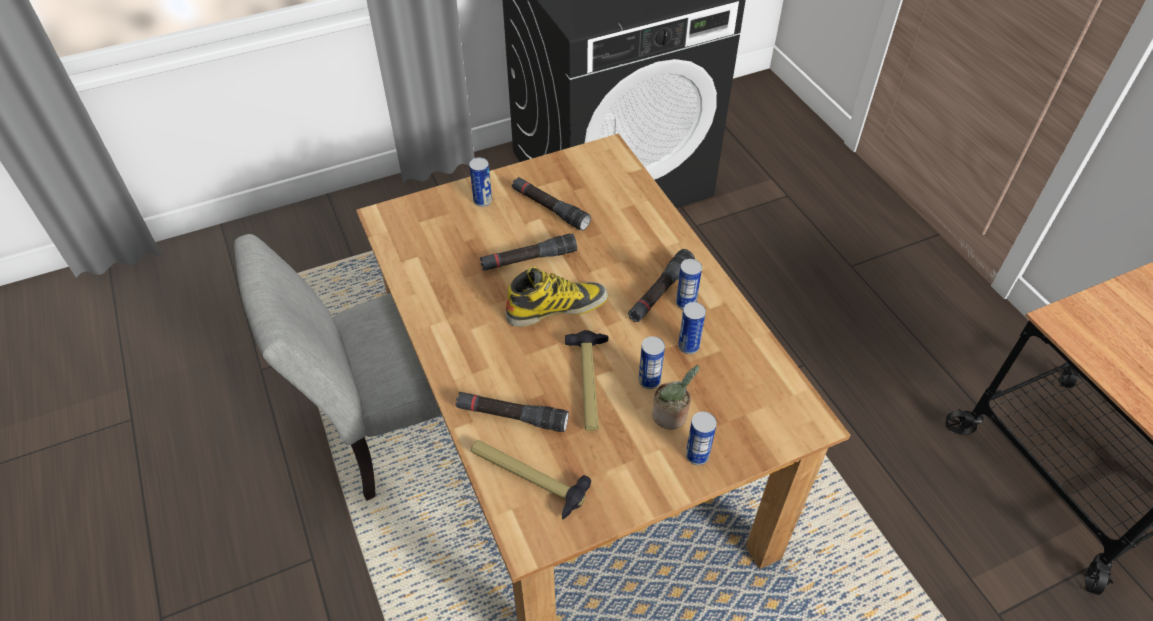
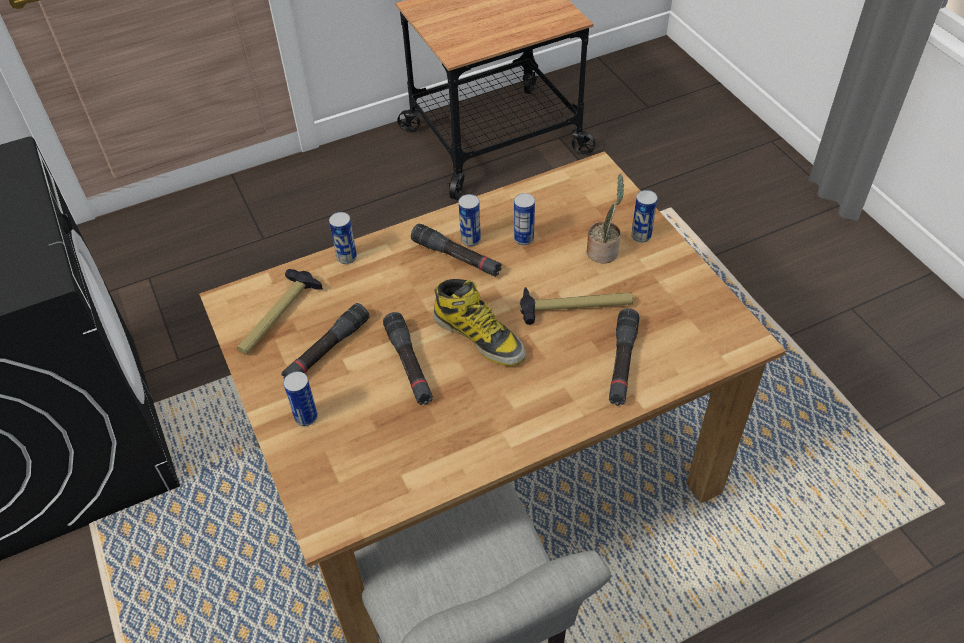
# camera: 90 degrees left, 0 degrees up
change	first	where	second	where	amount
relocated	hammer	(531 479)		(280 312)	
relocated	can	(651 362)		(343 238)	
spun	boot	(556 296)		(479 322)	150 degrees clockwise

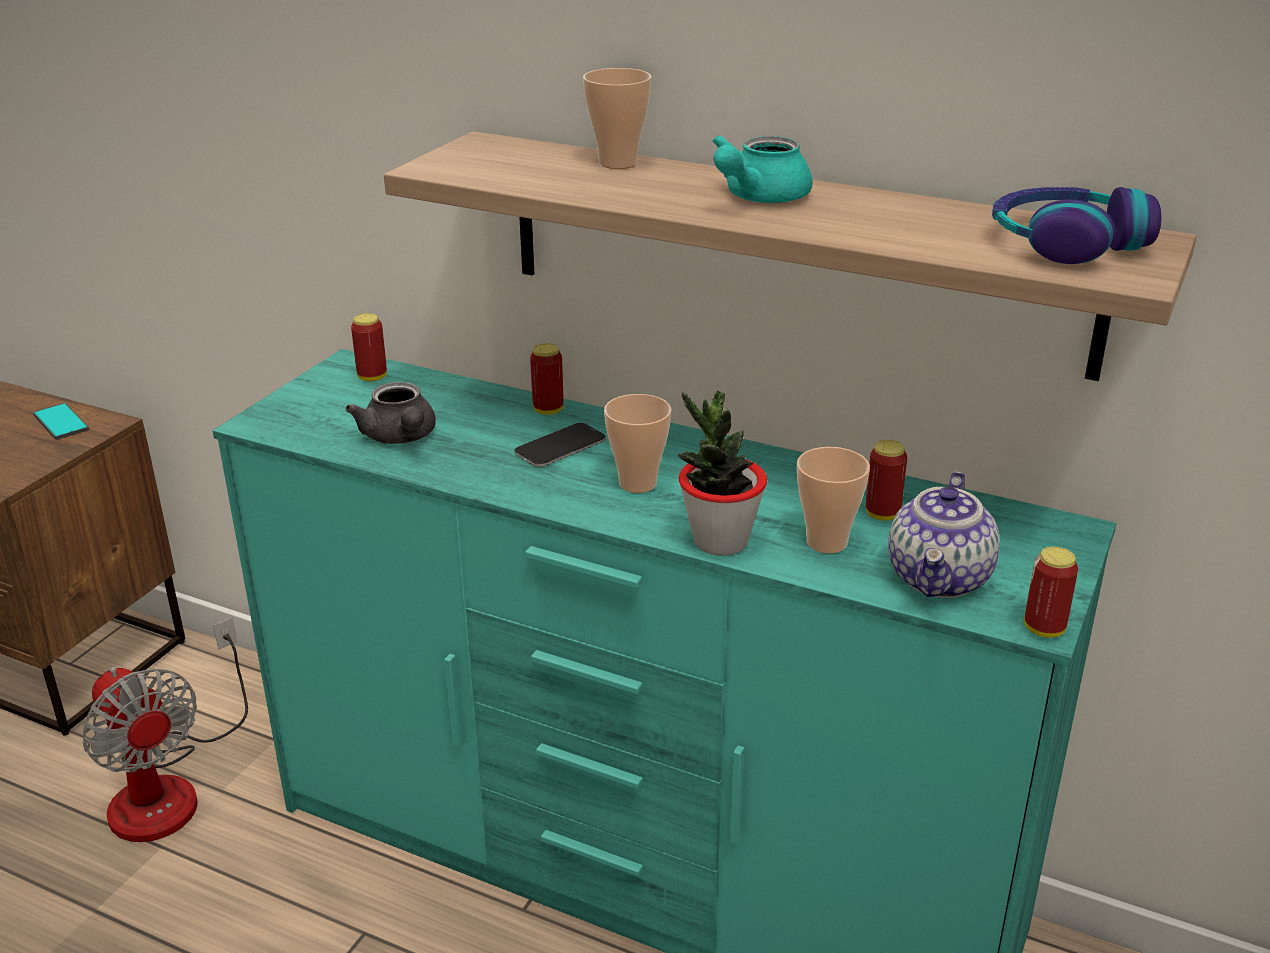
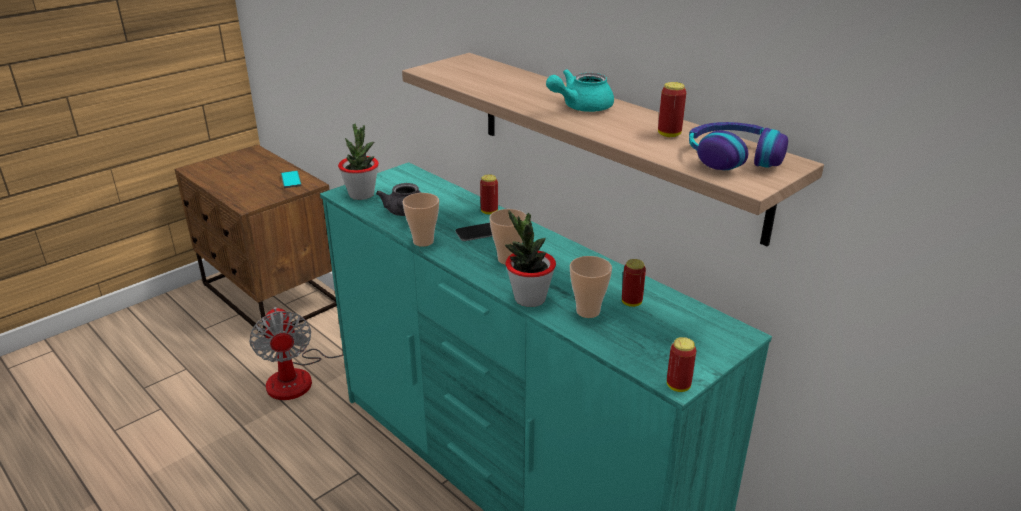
# camera: 20 degrees right, 0 degrees up
change	first	where	second	where	amount
missing	teapot	(944 534)			
appeared			potted plant	(358 162)	
relocated	can	(369 347)		(672 109)	
relocated	cup	(617 118)		(421 220)	

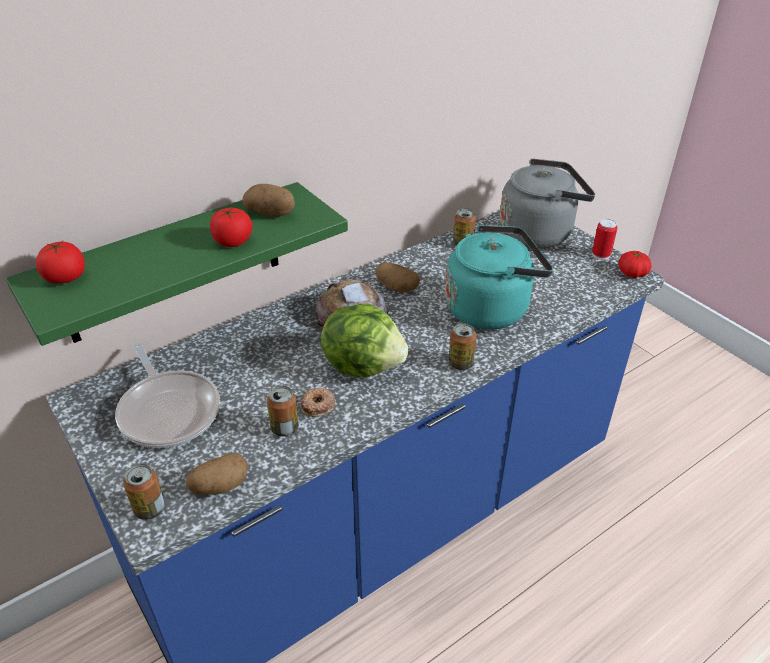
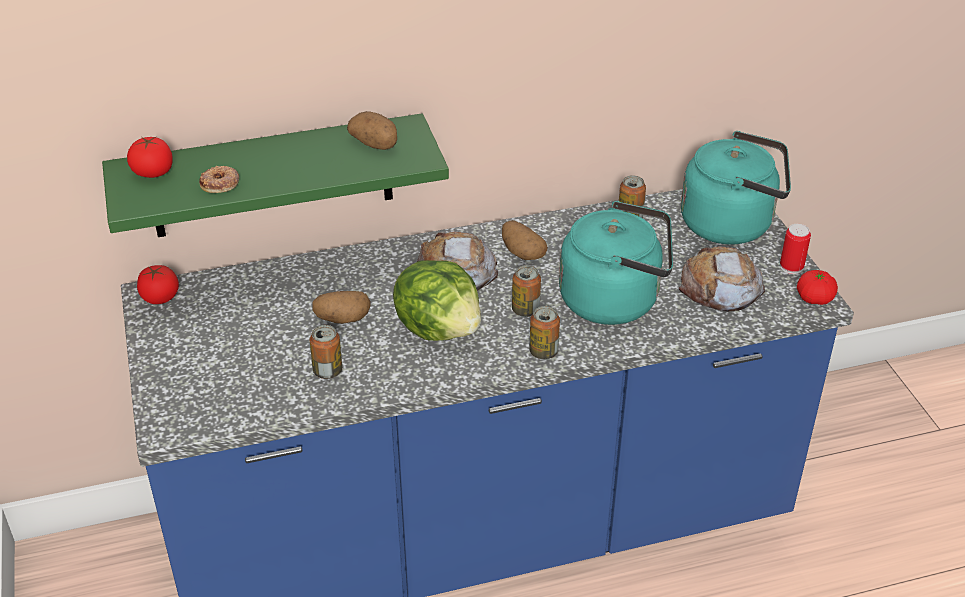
# camera: 20 degrees right, 0 degrees up
change	first	where	second	where	amount
missing	frying pan	(167 395)			
appeared			bread	(722 279)	
relocated	can	(144 492)		(526 291)	
relocated	potato	(217 474)		(341 307)	
relocated	tomato	(231 227)		(158 284)	
relocated	donut	(317 402)		(219 179)	
colour	grey kettle	(547 203)	turquoise kettle	(736 188)	

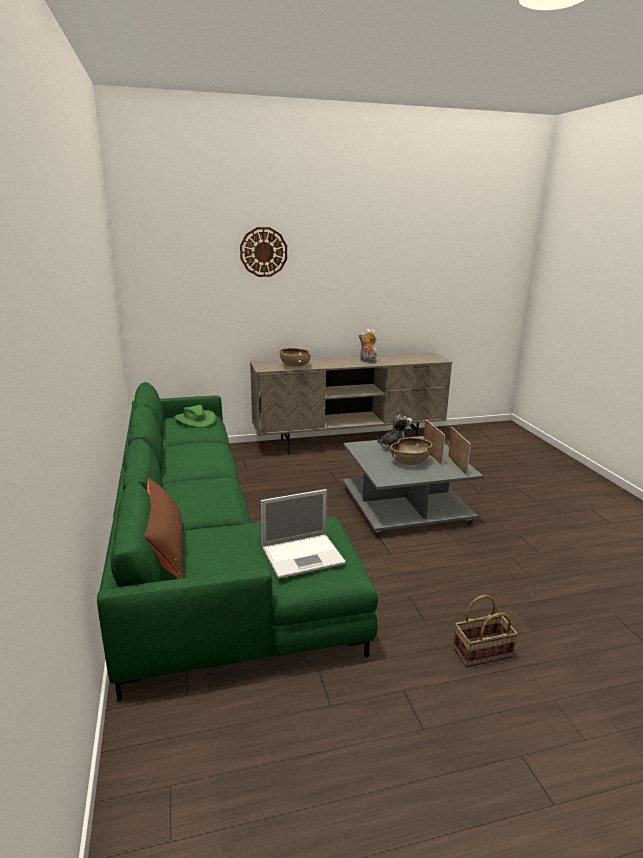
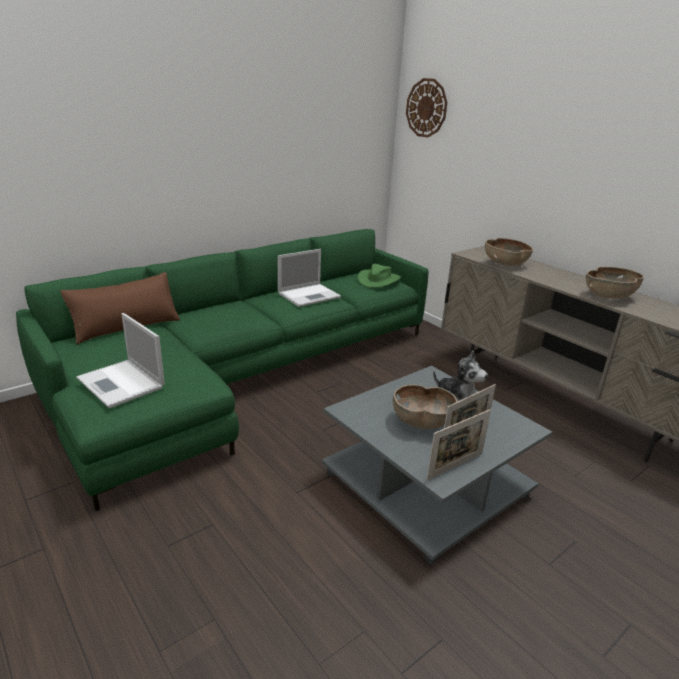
# camera: 65 degrees right, 5 degrees up
change	first	where	second	where	amount
missing	basket	(485 631)			
appeared			laptop	(309 278)	
relocated	wall clock	(263 252)		(426 108)	
exchanged	plush toy	(368 346)	brown bowl	(615 283)	

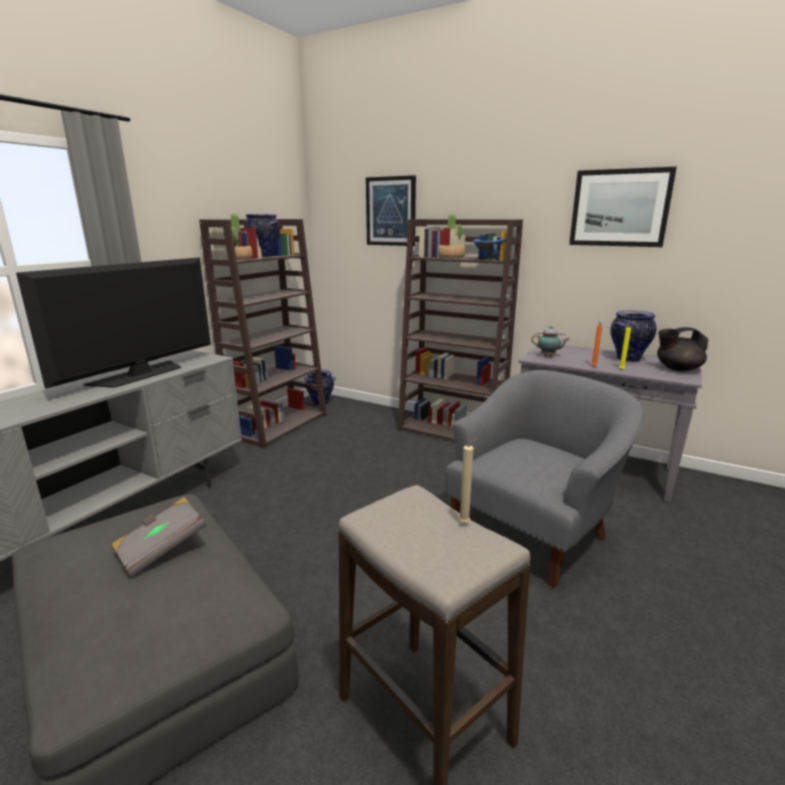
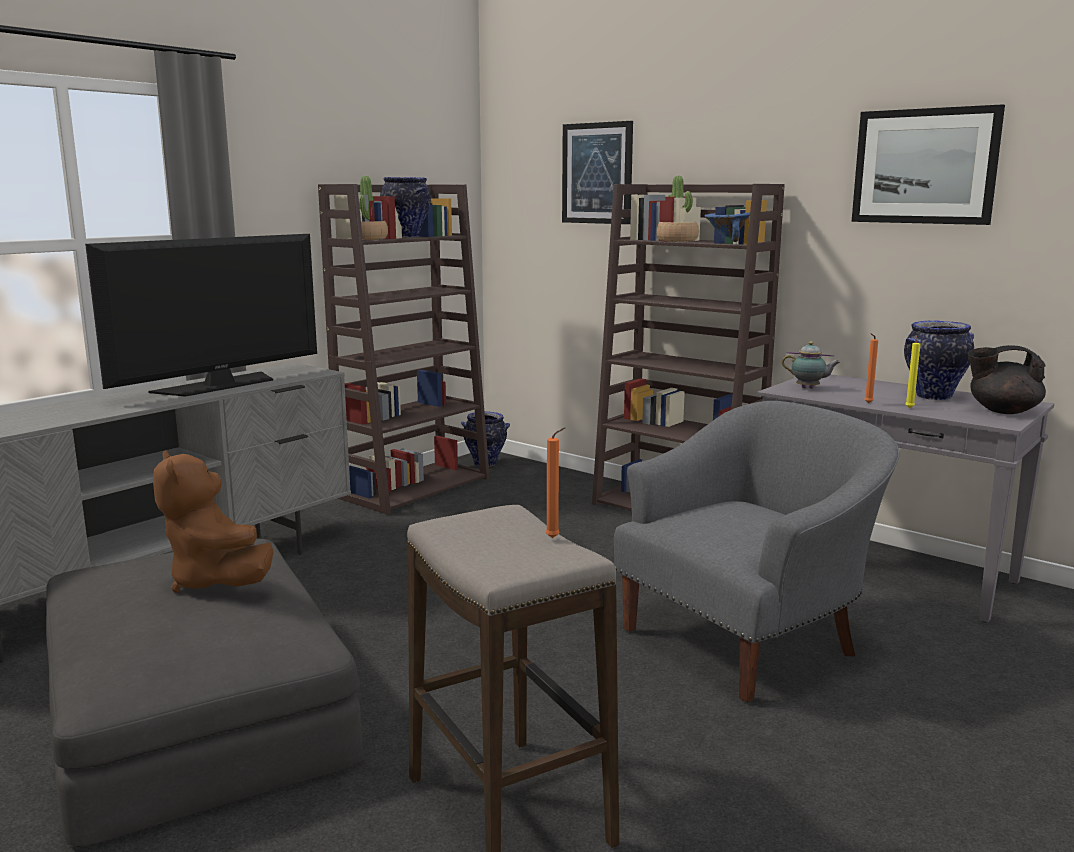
# camera: 10 degrees right, 5 degrees down
change	first	where	second	where	amount
exchanged	grey book	(159 537)	brown plush toy	(213 521)	
colour	beige candle	(469 480)	orange candle	(555 483)	

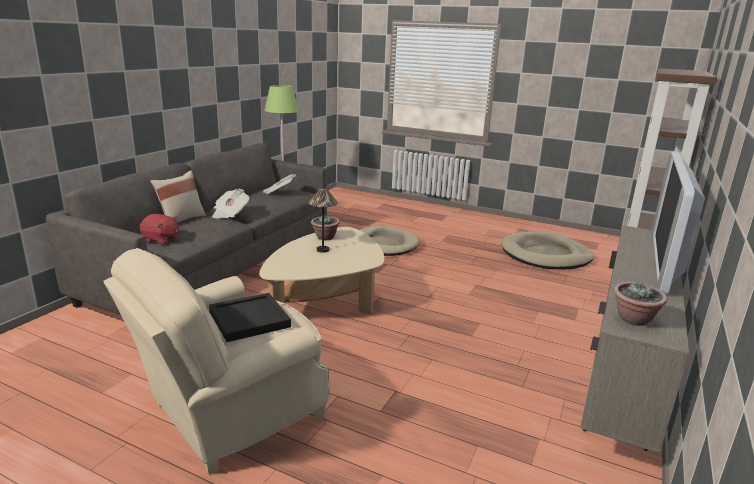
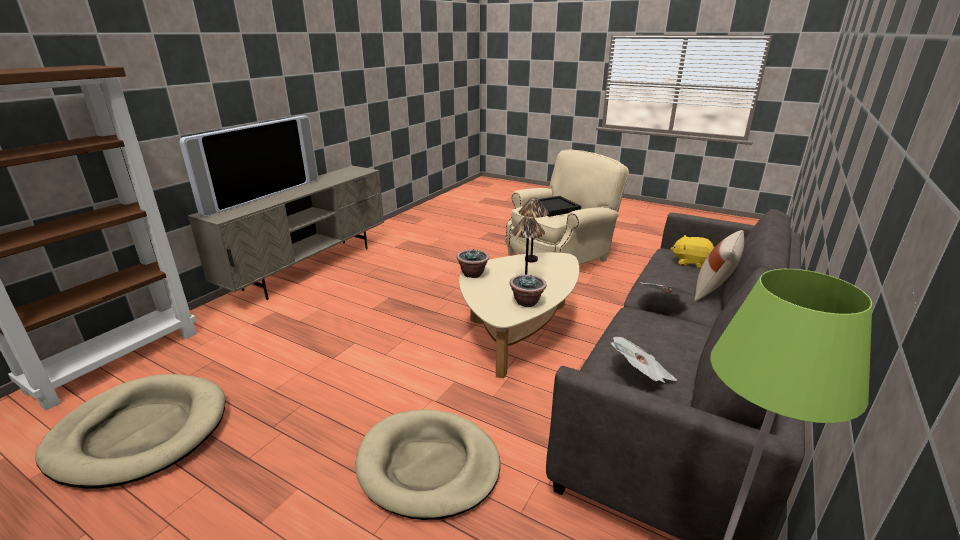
# camera: 175 degrees left, 5 degrees up
change	first	where	second	where	amount
appeared			table lamp	(534 230)	
relocated	potted plant	(640 304)		(472 263)	
colour	red plush toy	(159 229)	yellow plush toy	(692 252)	

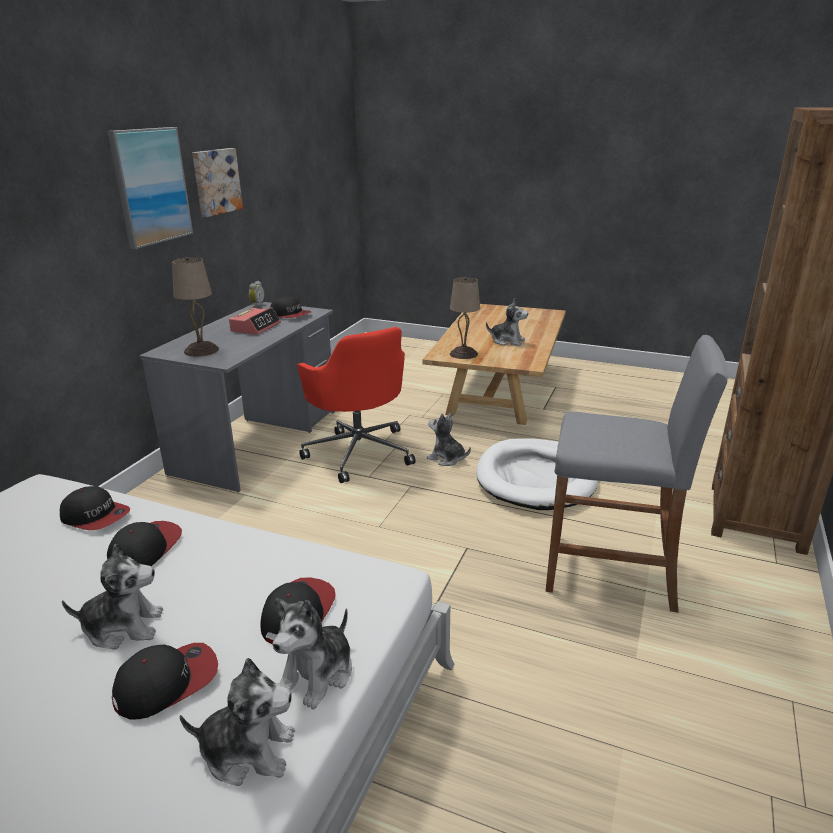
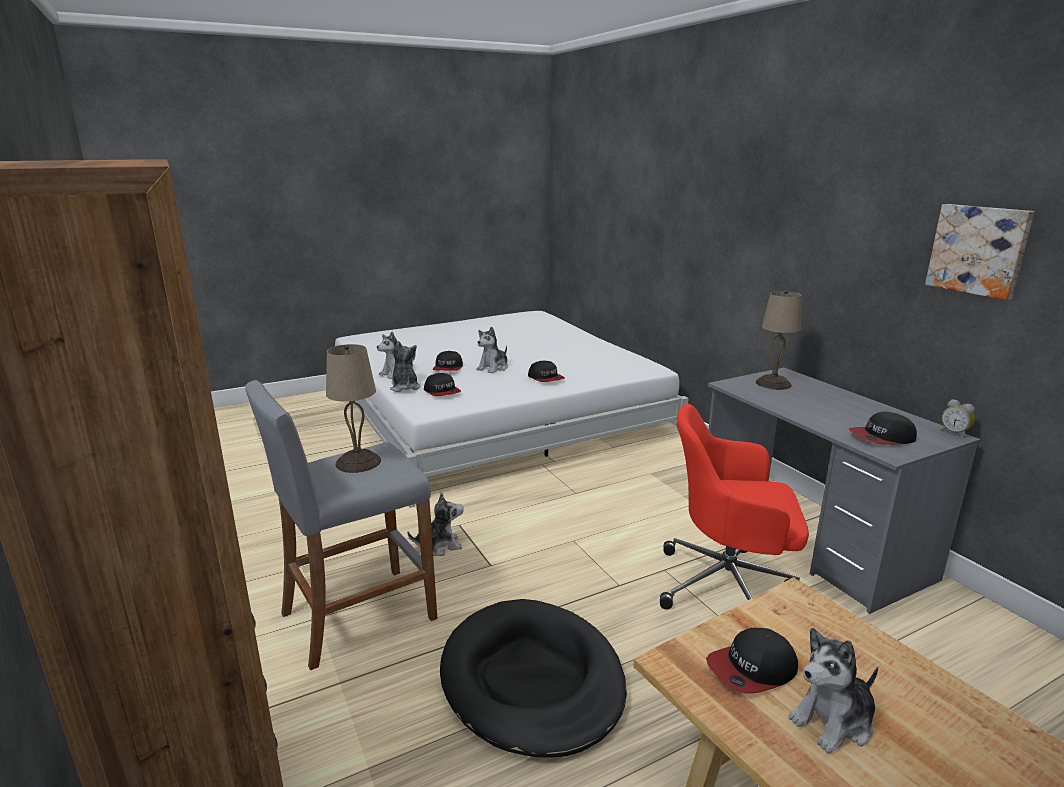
# camera: 130 degrees right, 5 degrees down
change	first	where	second	where	amount
missing	picture	(150 188)			
missing	alarm clock	(255 321)			
relocated	cap	(95 508)		(752 661)	
relocated	plush toy	(449 439)		(435 524)	
relocated	beige table lamp	(465 318)		(353 408)	
colour	white dog bed	(537 474)	black dog bed	(533 678)	

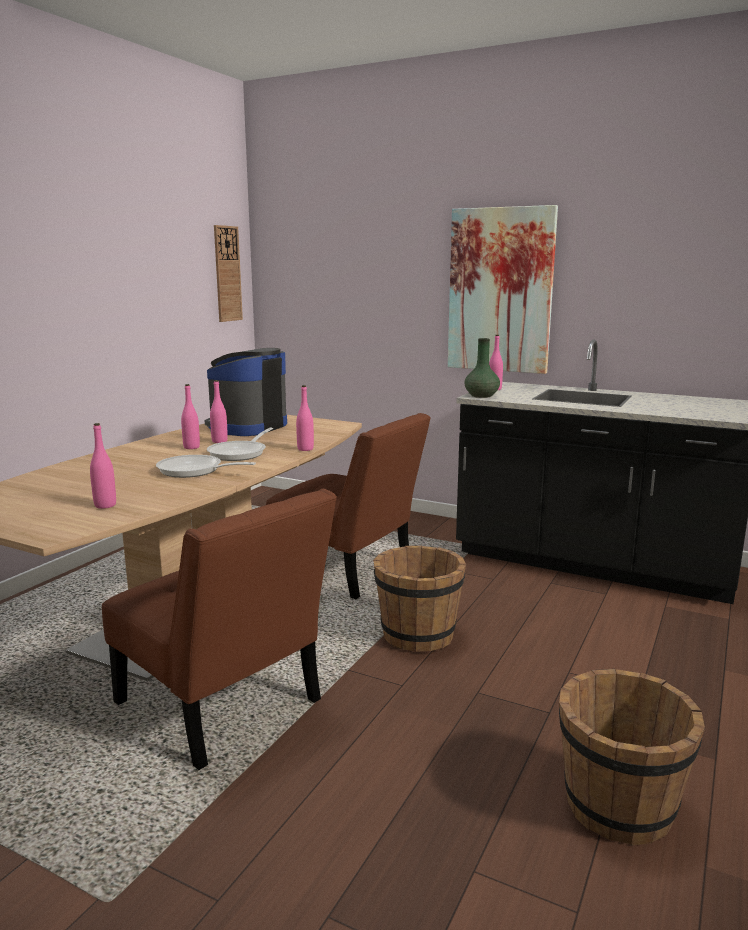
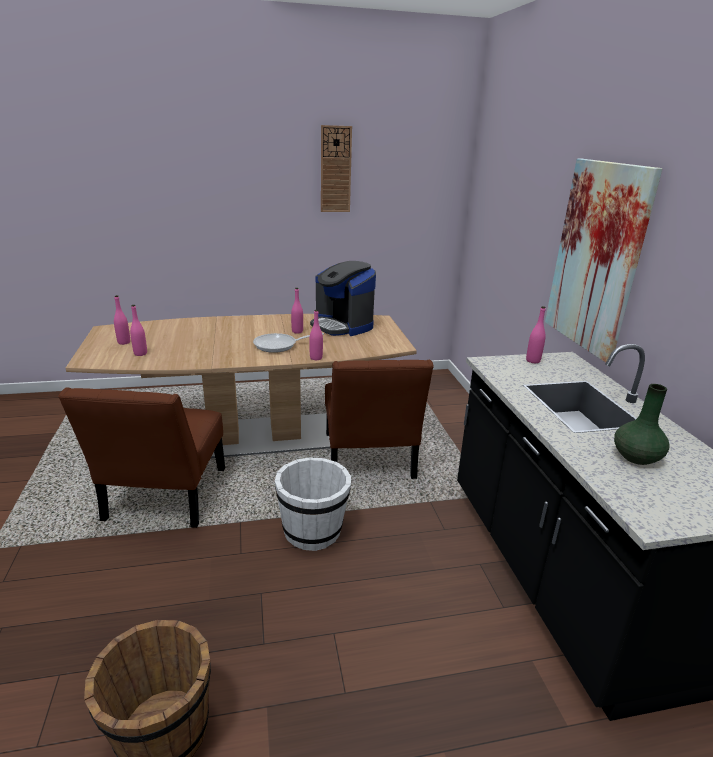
# camera: 50 degrees right, 10 degrees up
change	first	where	second	where	amount
missing	frying pan	(206 466)			
relocated	pink bottle	(190 416)		(122 320)	
relocated	wall clock	(228 273)		(336 168)	
relocated	green vase	(482 368)		(642 424)	
colour	brown bucket	(419 599)	white bucket	(313 504)	
spun	coffee machine	(246 392)		(343 298)	120 degrees counterclockwise

